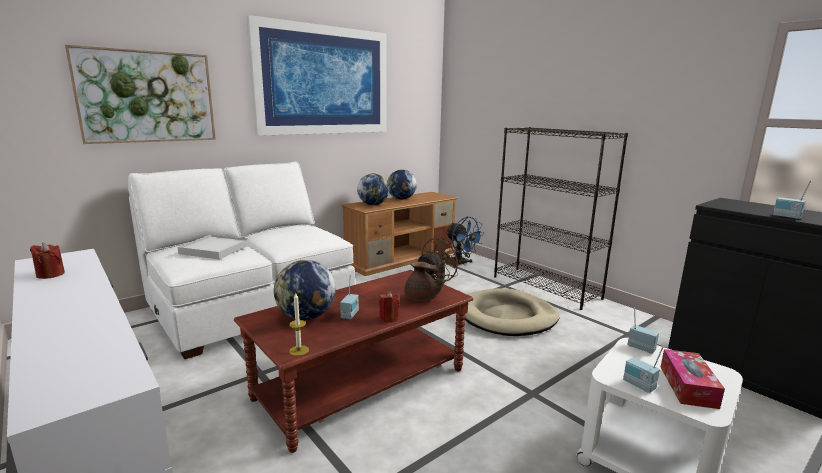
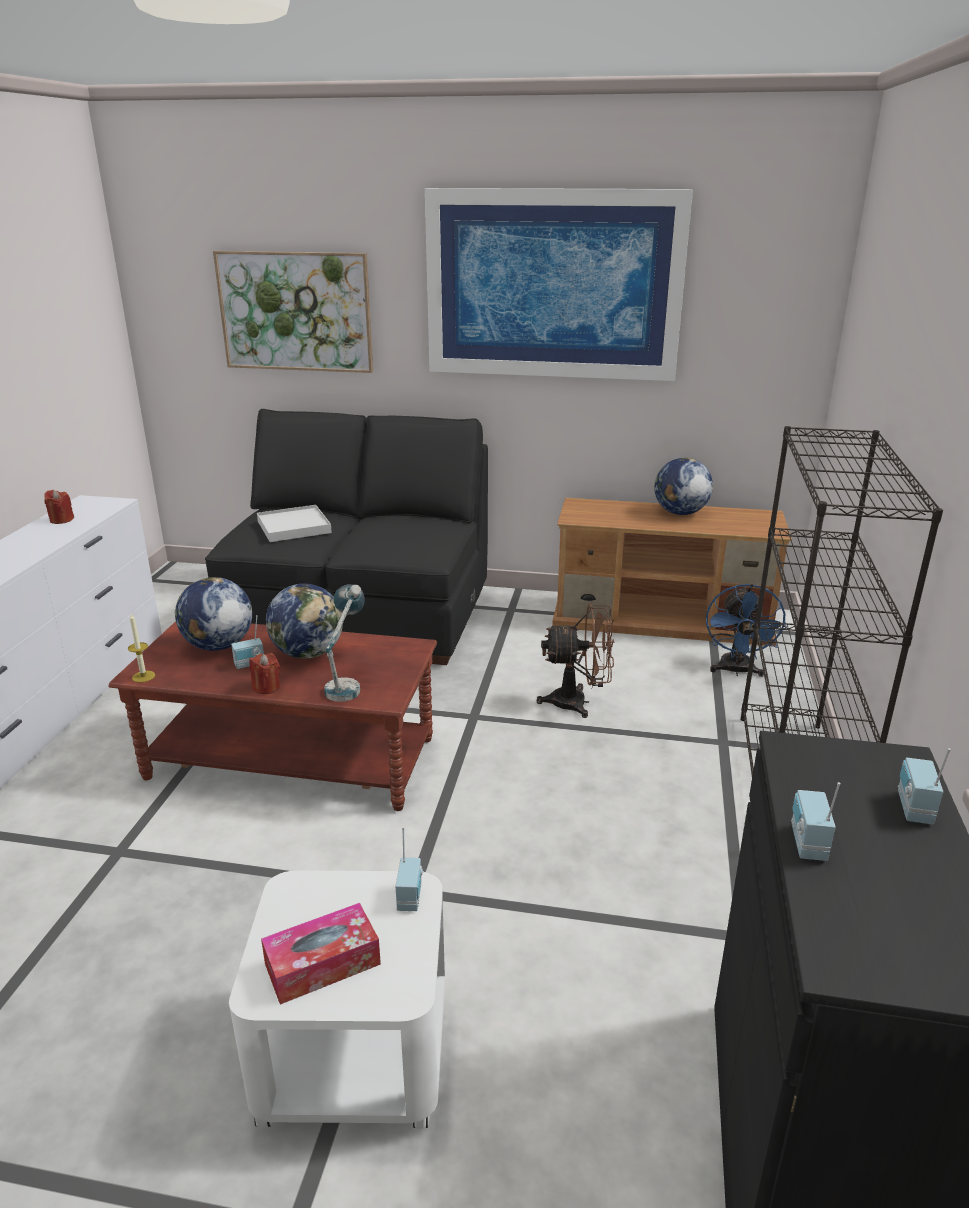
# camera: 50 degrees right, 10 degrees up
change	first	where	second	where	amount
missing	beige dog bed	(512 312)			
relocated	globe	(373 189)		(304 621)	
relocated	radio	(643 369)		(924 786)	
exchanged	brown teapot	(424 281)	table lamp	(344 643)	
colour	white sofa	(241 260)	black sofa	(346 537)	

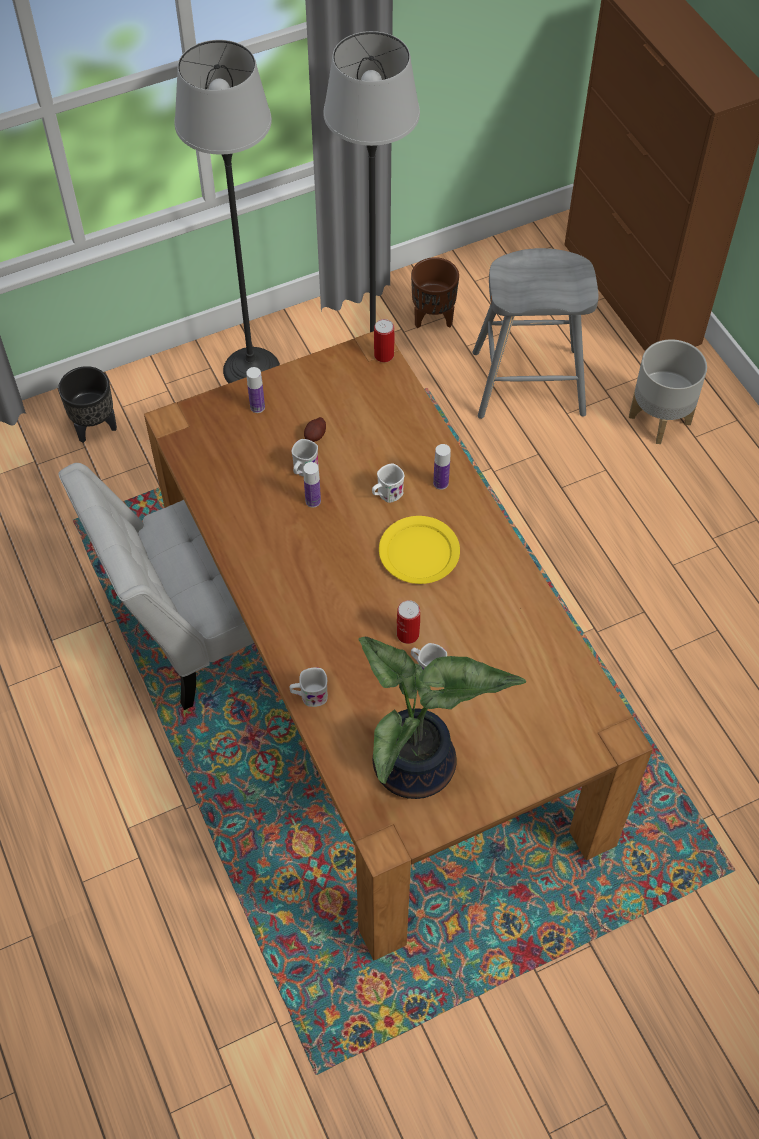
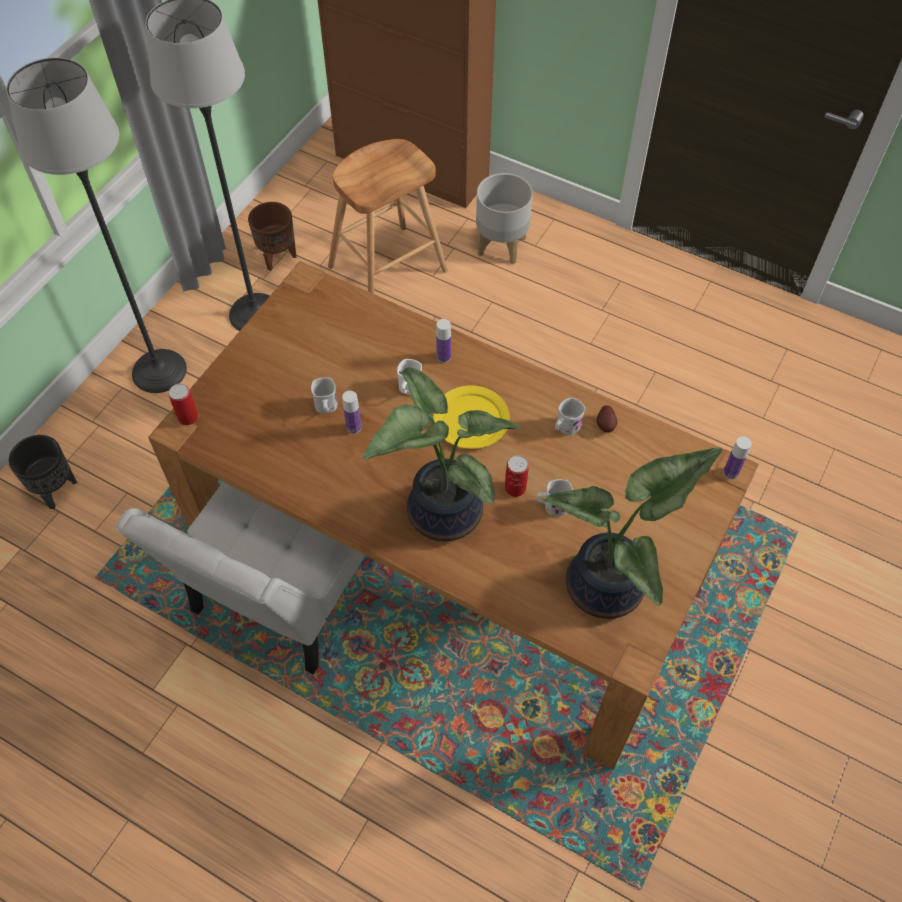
# camera: 35 degrees left, 0 degrees up
change	first	where	second	where	amount
appeared			potted plant	(442 454)	
relocated	bottle	(255 390)		(737 457)	
relocated	white mug	(309 687)		(570 416)	
relocated	potato	(315 429)		(607 419)	
relocated	can	(384 340)		(183 404)	
colour	grey stool	(535 333)	brown stool	(388 216)	

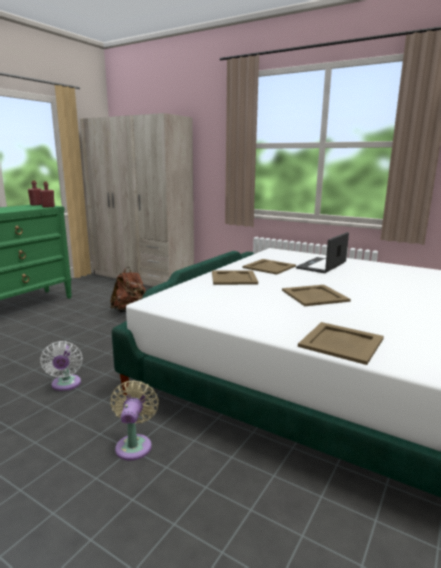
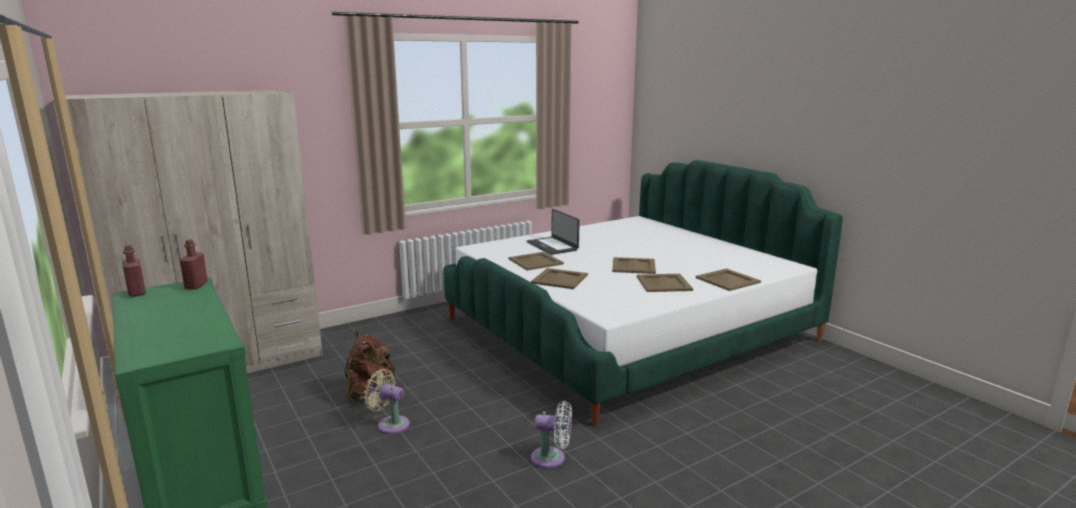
# camera: 65 degrees left, 0 degrees up
change	first	where	second	where	amount
appeared			beige tray	(665 283)	
relocated	beige fan	(135 420)		(387 401)	

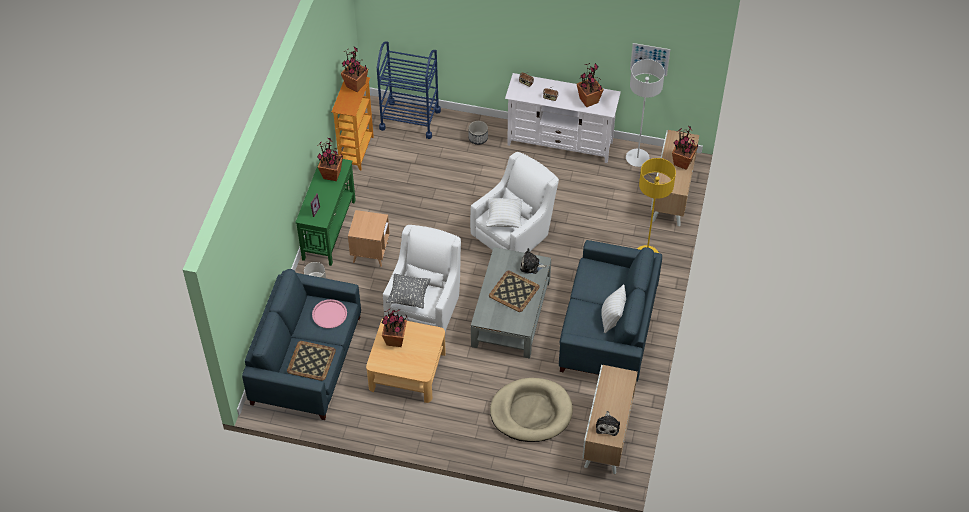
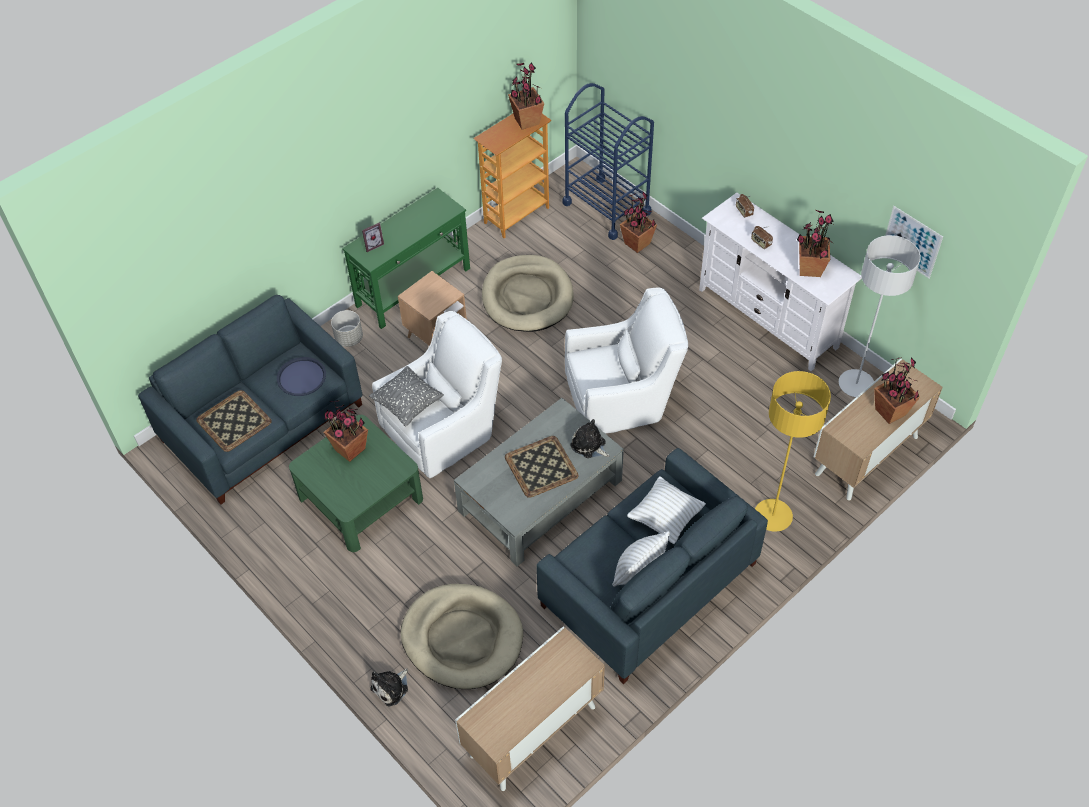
# camera: 35 degrees right, 0 degrees up
change	first	where	second	where	amount
missing	planter	(478 133)			
appeared			beige dog bed	(528 293)	
relocated	potted plant	(330 159)		(638 222)	
relocated	white pillow	(504 213)		(666 510)	
relocated	plush toy	(608 423)		(389 687)	
colour	pink tray	(329 314)	blue tray	(301 376)	
colour	beige coffee table	(406 360)	green coffee table	(356 483)	

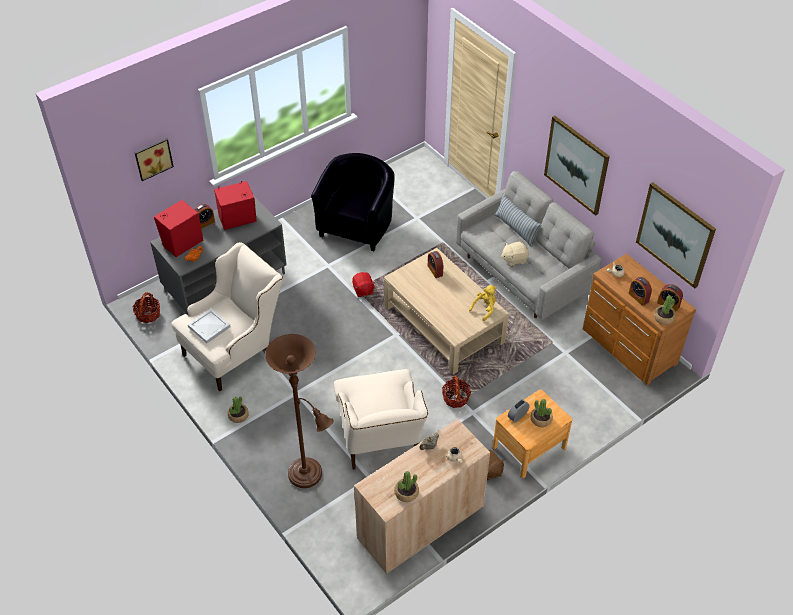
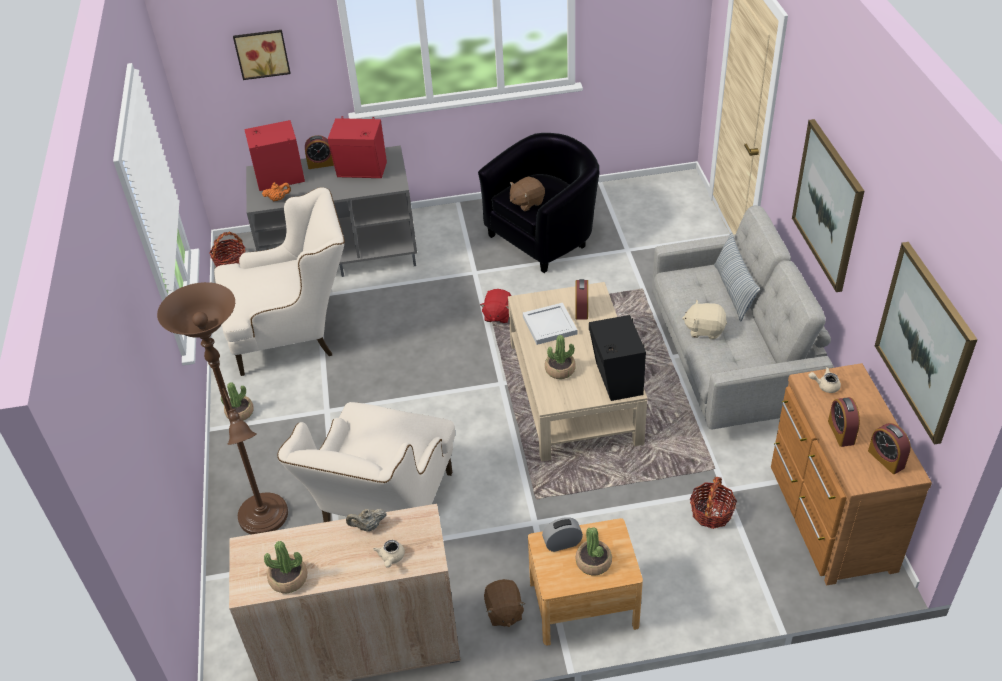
# camera: 30 degrees right, 5 degrees down
change	first	where	second	where	amount
appeared			brown plush toy	(527 194)	
relocated	white tray	(209 326)		(550 324)	
relocated	basket	(456 391)		(713 503)	
relocated	potted plant	(665 310)		(560 357)	
exchanged	yellow plush toy	(482 303)	black speaker	(617 358)	

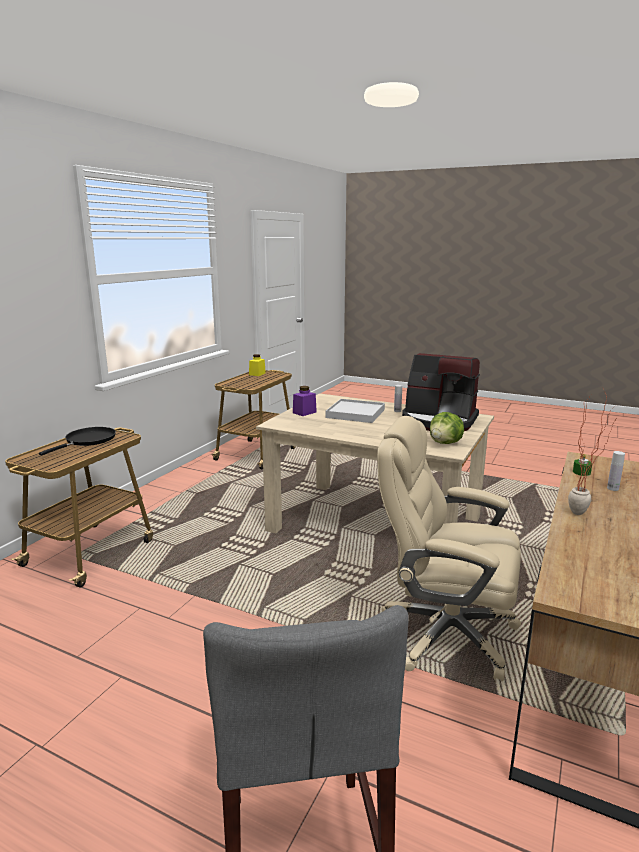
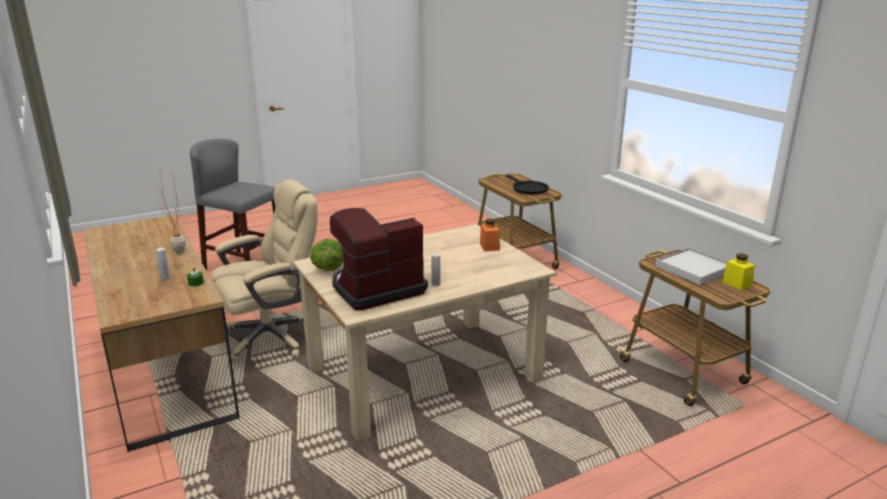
# camera: 125 degrees right, 5 degrees up
change	first	where	second	where	amount
relocated	white tray	(355 411)		(691 266)	
colour	purple jar	(305 401)	orange jar	(490 234)	

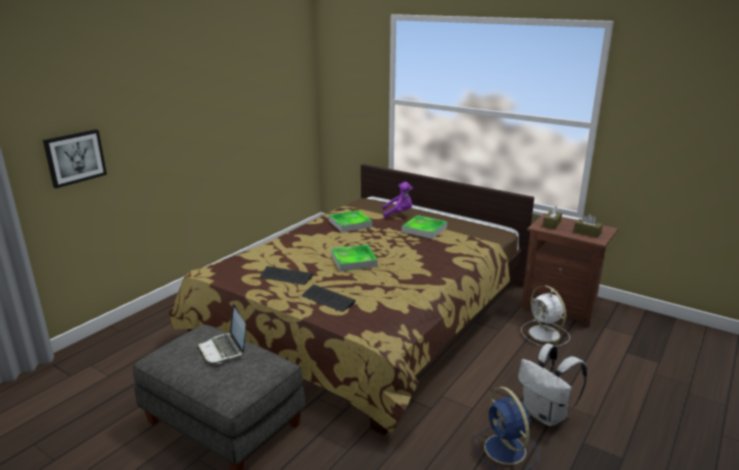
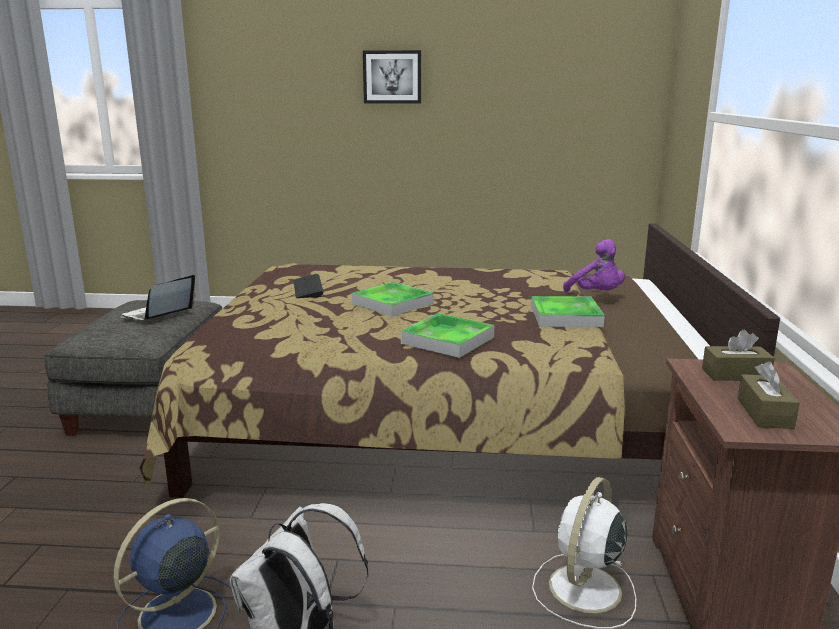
# camera: 60 degrees right, 5 degrees down
change	first	where	second	where	amount
missing	keyboard	(329 298)			
relocated	picture	(75 158)		(392 77)	
relocated	tray	(350 221)		(447 335)	

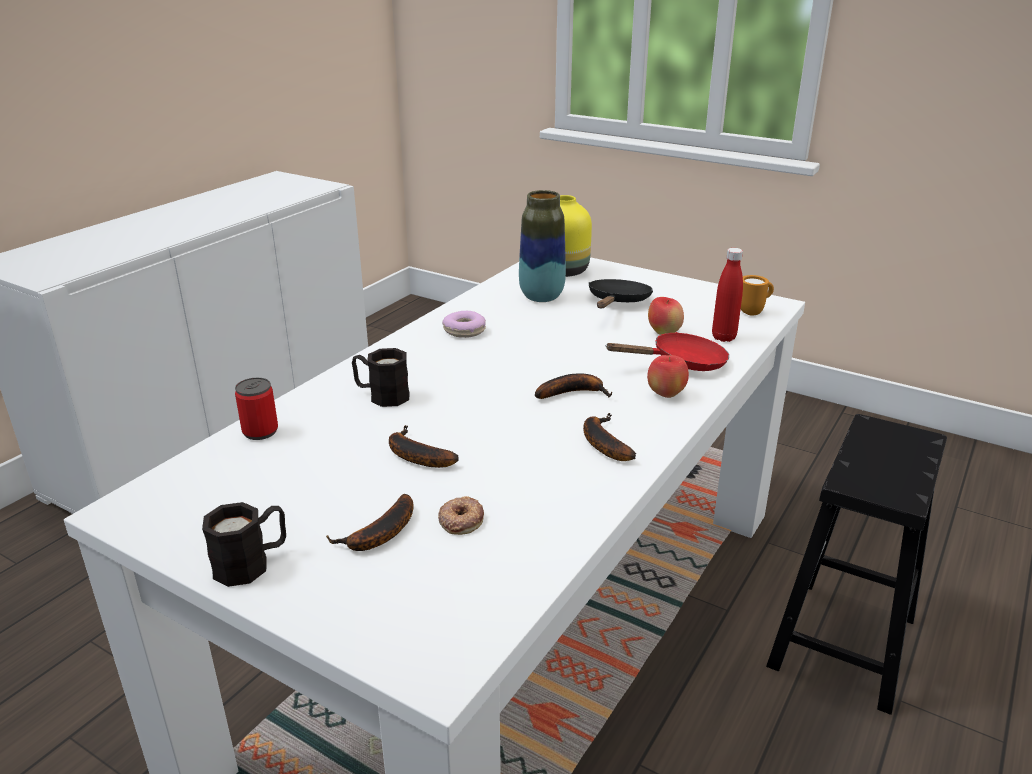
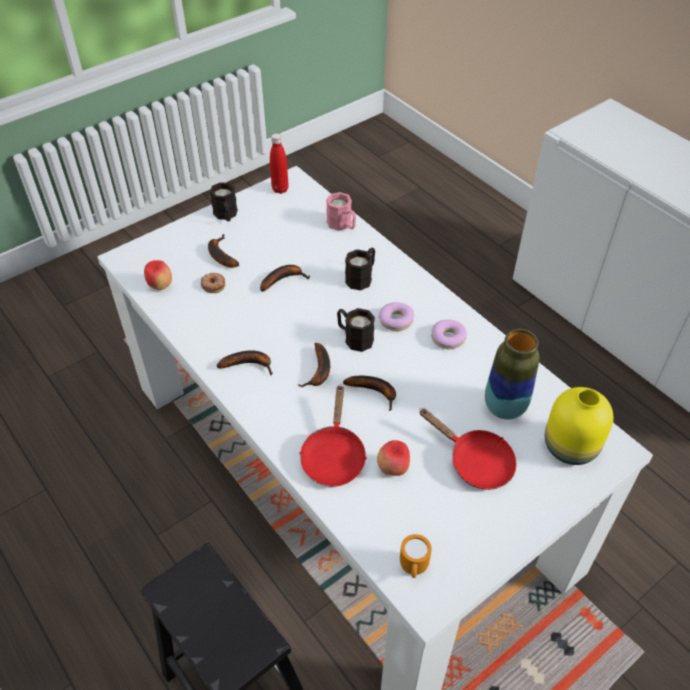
# camera: 110 degrees right, 20 degrees up
change	first	where	second	where	amount
appeared			black mug	(356 330)	
appeared			banana	(369 393)	
appeared			donut	(396 316)	
relocated	apple	(668 376)		(158 275)	
relocated	red bottle	(727 295)		(279 163)	
exchanged	can	(256 409)	pink mug	(341 211)	
colour	black frying pan	(621 293)	red frying pan	(468 449)	

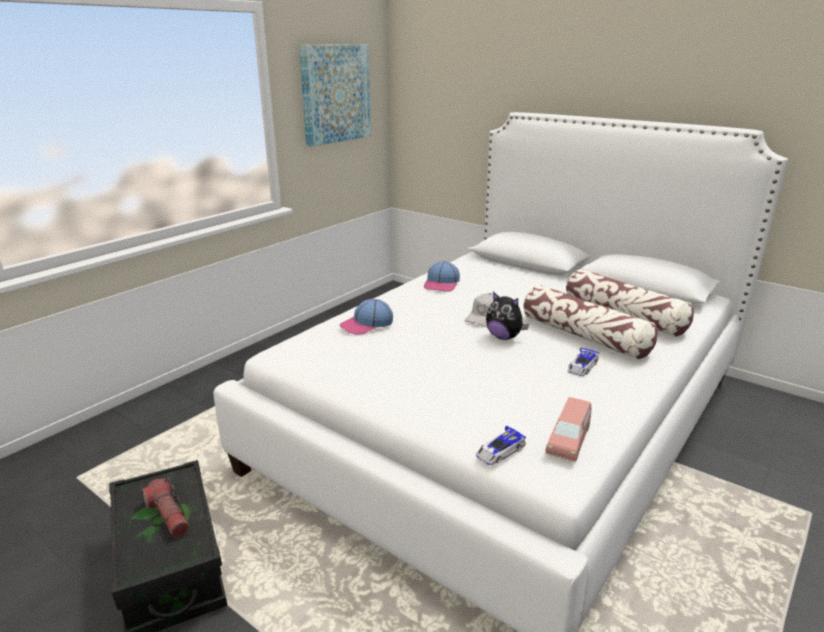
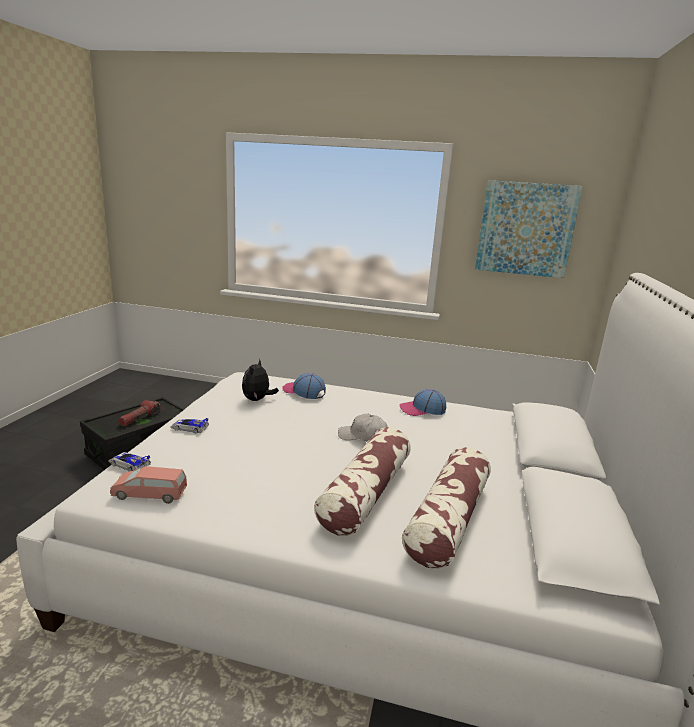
# camera: 65 degrees right, 5 degrees down
change	first	where	second	where	amount
relocated	plush toy	(507 315)		(260 380)	
relocated	toy car	(583 361)		(189 426)	

